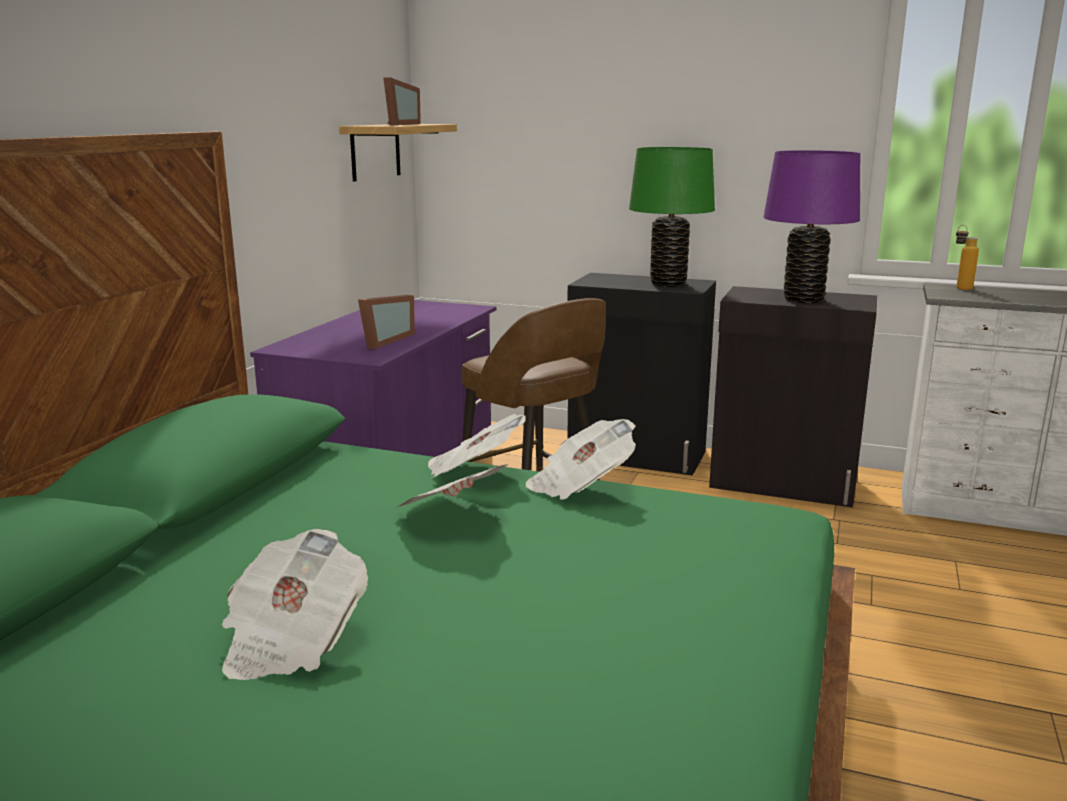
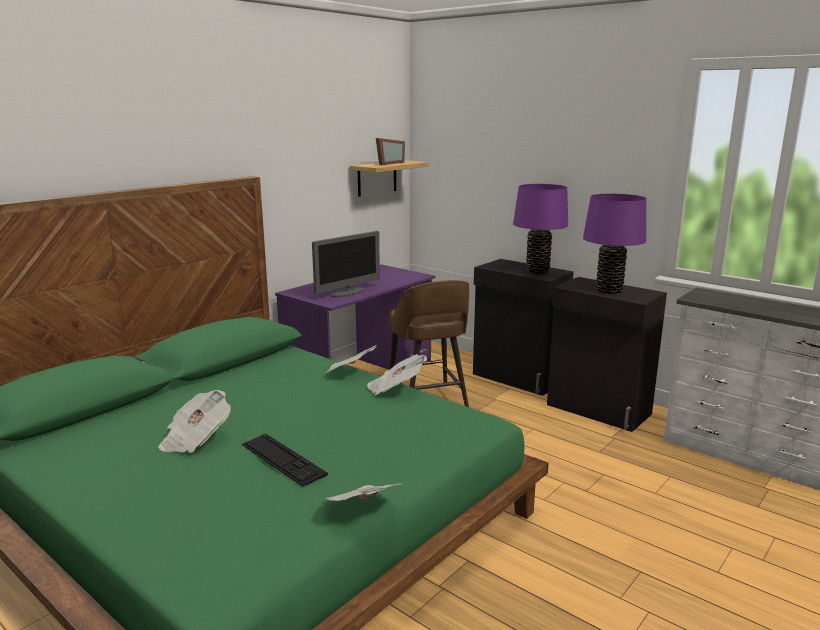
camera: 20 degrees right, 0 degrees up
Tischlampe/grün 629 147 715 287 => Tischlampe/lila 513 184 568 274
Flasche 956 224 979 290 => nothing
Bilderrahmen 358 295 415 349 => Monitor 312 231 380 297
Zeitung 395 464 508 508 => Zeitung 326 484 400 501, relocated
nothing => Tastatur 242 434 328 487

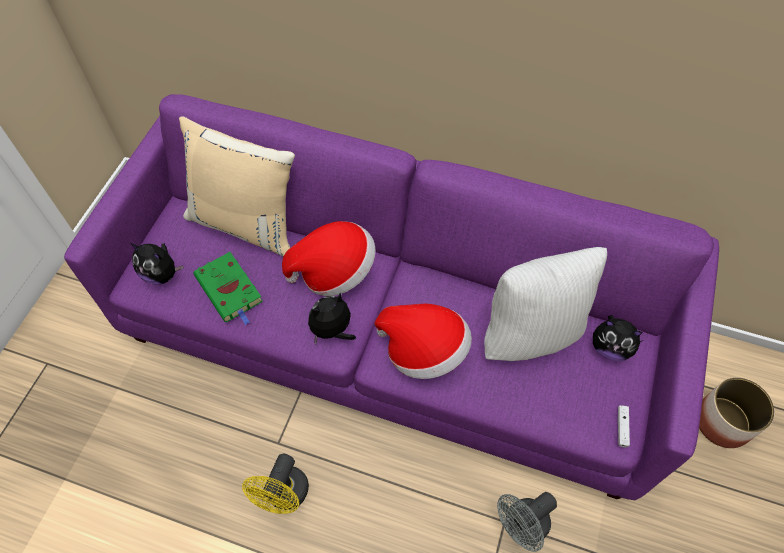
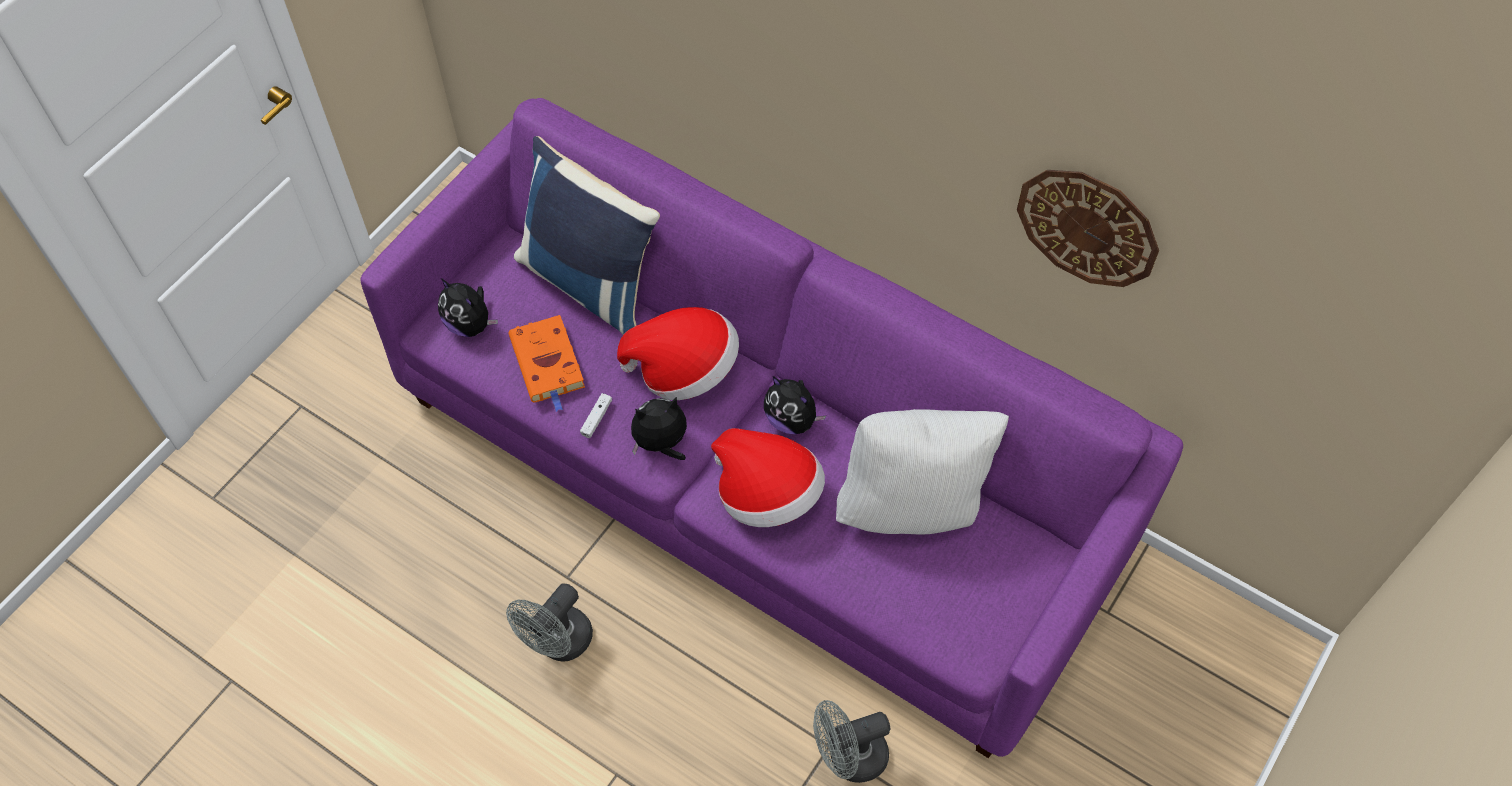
camera: 15 degrees right, 0 degrees up
Kissen/beige 179 116 295 257 => Kissen/blau 514 136 660 335
Buch/grün 193 252 263 326 => Buch/orange 509 315 585 412
Plüschtier 593 315 643 361 => Plüschtier 764 376 826 434, relocated
Pflanzkübel 699 378 774 448 => nothing
Gamepad/weiß 618 405 630 447 => Gamepad/weiß 580 393 612 438, relocated
Ventilator/gelb 242 453 309 514 => Ventilator/grau 506 583 593 661
nothing => Wanduhr 1017 170 1159 287

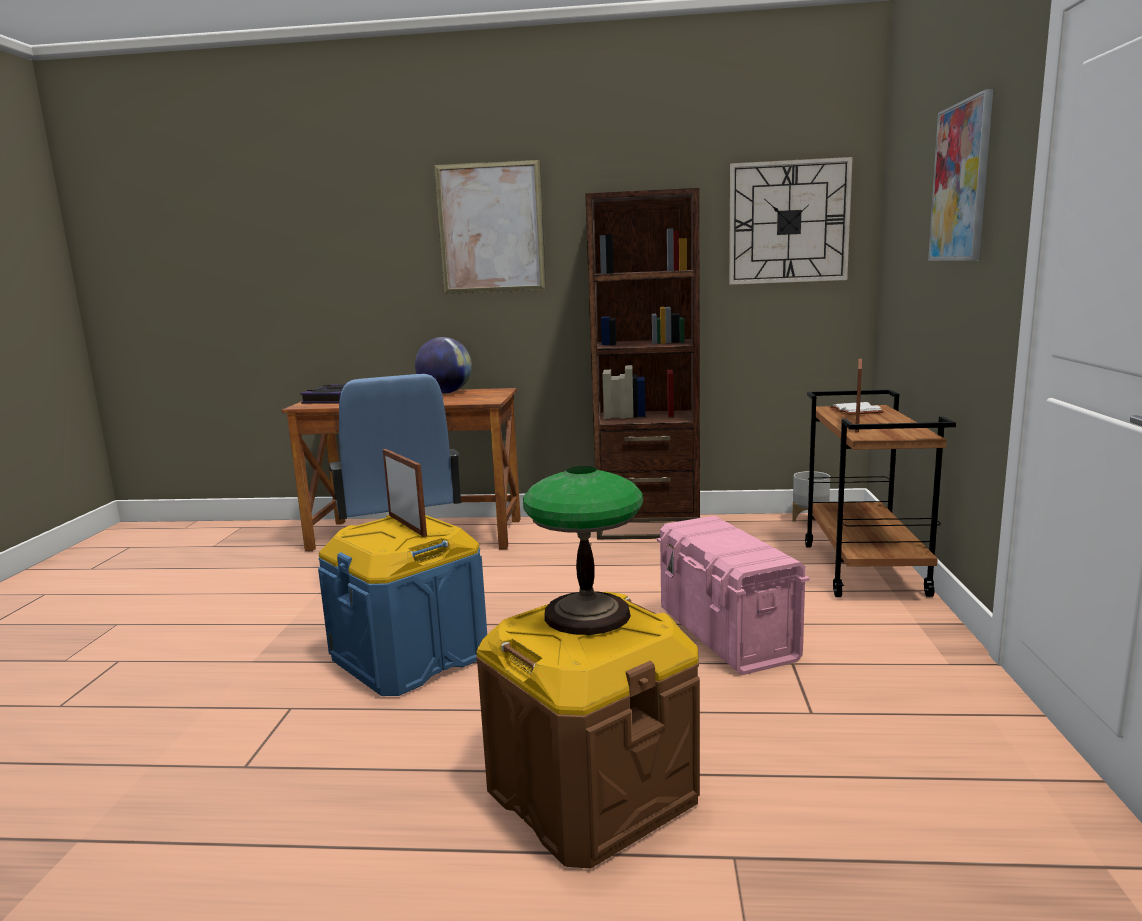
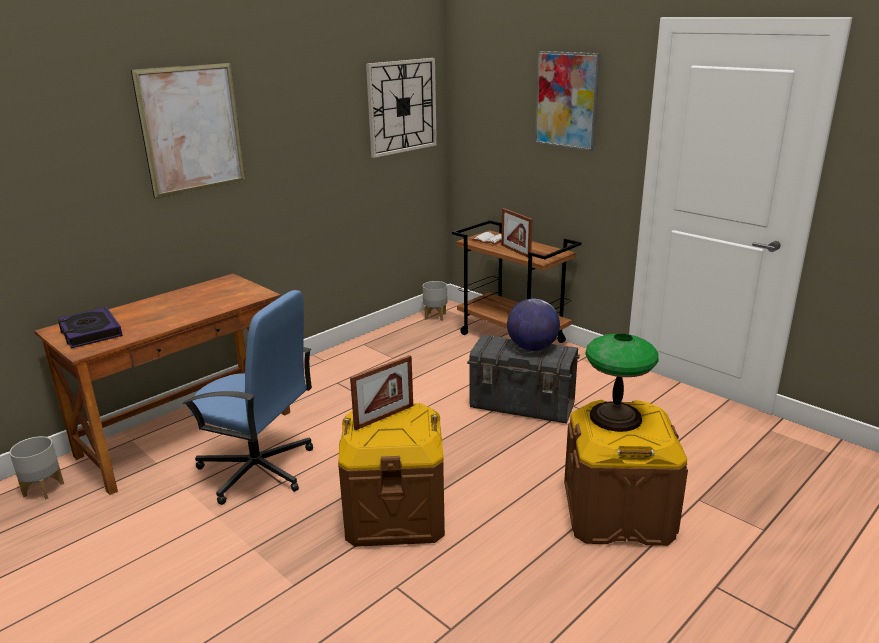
camera: 50 degrees left, 10 degrees up
Bücherregal/braun 585 188 700 539 => nothing
Globus 415 337 472 393 => Globus 507 298 560 351, relocated
Bilderrahmen 383 449 427 537 => Bilderrahmen 350 355 413 430, 135 degrees clockwise
Aufbewahrungsbox/blau 318 515 487 696 => Aufbewahrungsbox/braun 338 403 445 547
Aufbewahrungsbox/rosa 657 516 810 675 => Aufbewahrungsbox/grau 467 335 580 424
nothing => Pflanzkübel/grau 10 436 64 500

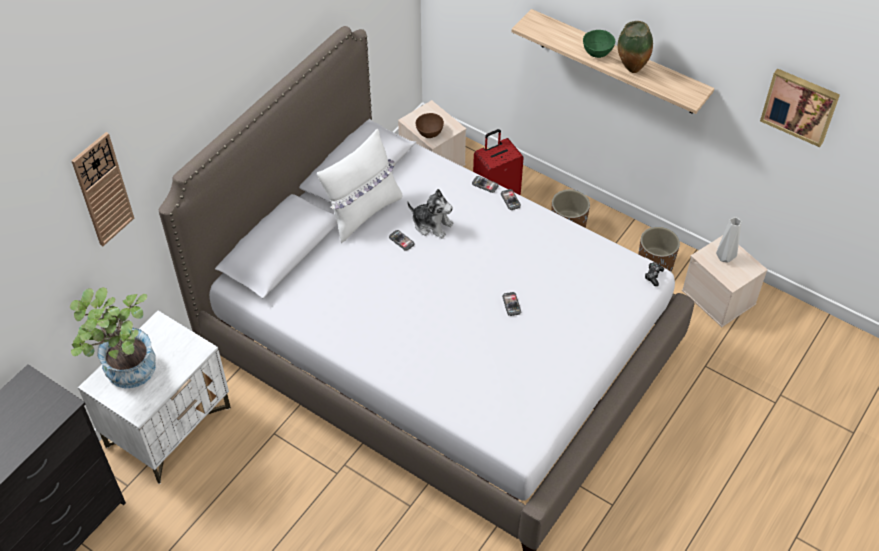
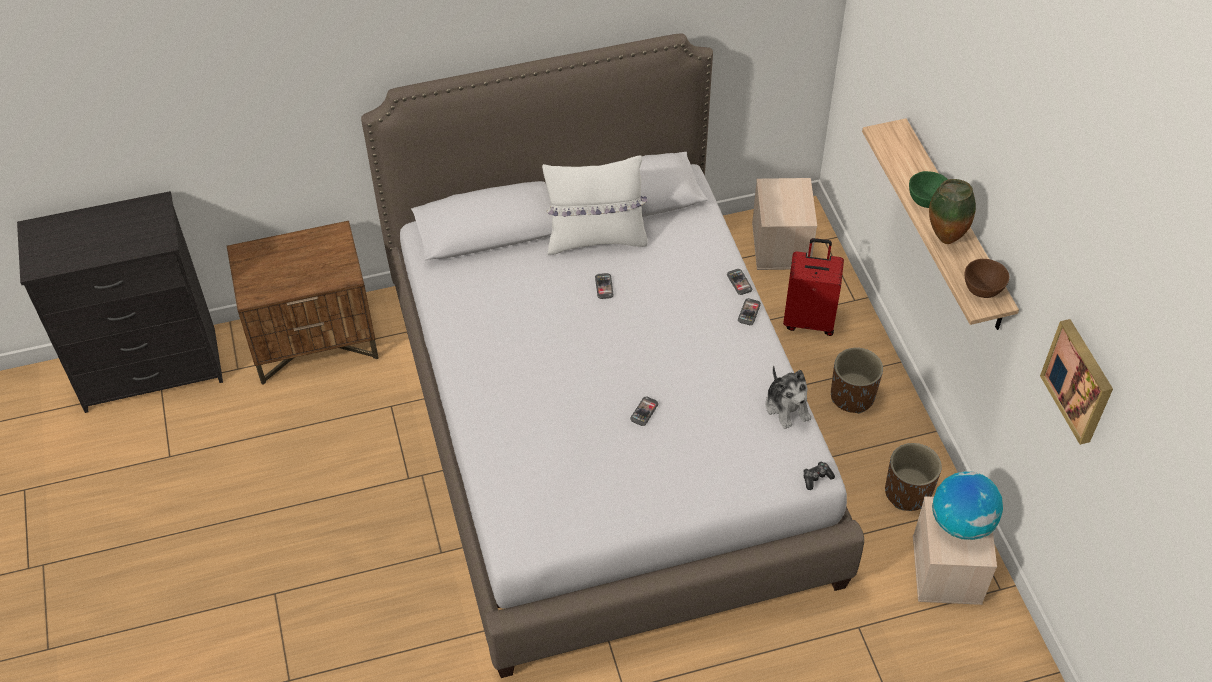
camera: 40 degrees right, 0 degrees up
Schüssel/braun 416 113 444 138 => Schüssel/braun 964 259 1009 298, relocated
Wanduhr 72 132 134 246 => nothing
Plüschtier 407 189 453 239 => Plüschtier 765 365 811 429, relocated
Vase/grau 716 217 742 262 => Globus 932 471 1003 540
Topfpflanze 70 287 156 388 => nothing
Nachttisch/weiß 78 311 231 484 => Nachttisch/braun 227 221 379 385

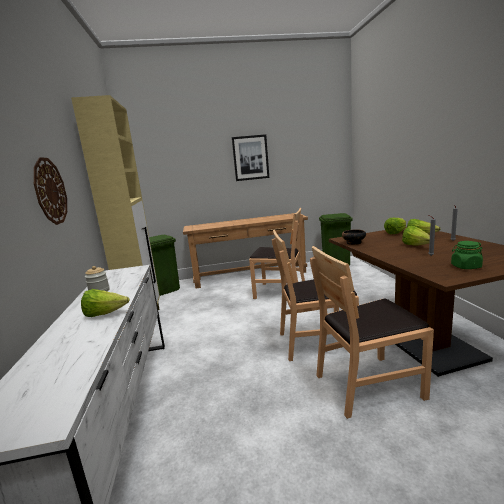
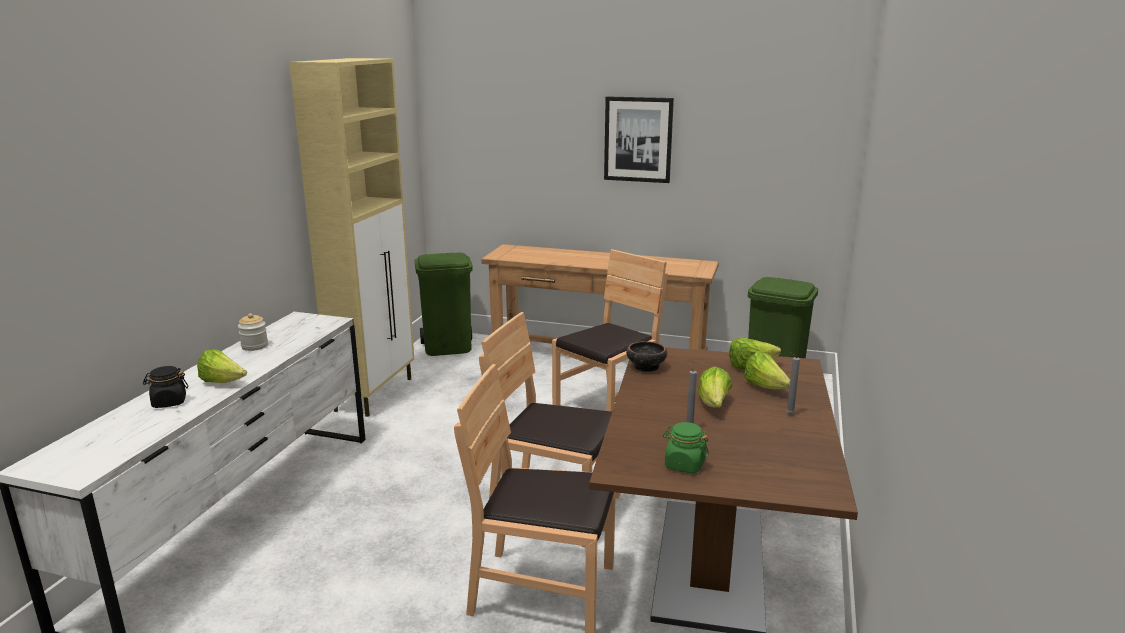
camera: 25 degrees right, 5 degrees up
Wanduhr 34 157 67 225 => nothing
Stuhl/braun 249 208 305 299 => Stuhl/braun 552 249 667 412, 90 degrees counterclockwise
nothing => Vorratsglas/schwarz 143 366 188 408

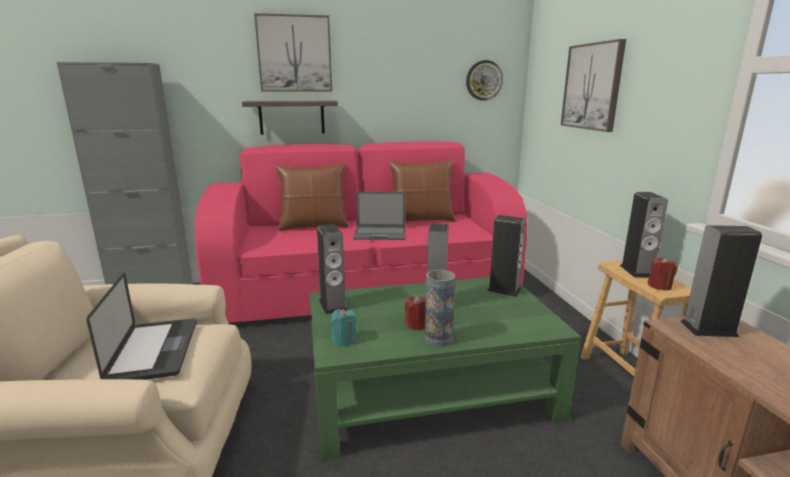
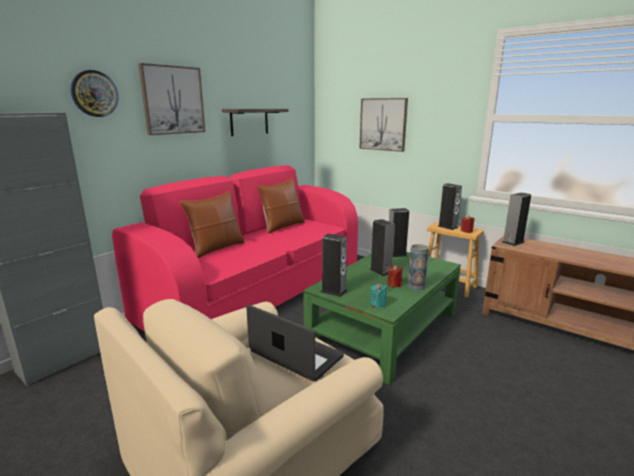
camera: 40 degrees left, 0 degrees up
Wanduhr 466 60 503 101 => Wanduhr 70 70 118 117, relocated
Wandregal 242 101 338 135 => Wandregal 222 109 288 136, relocated
Laptop 353 192 406 240 => nothing

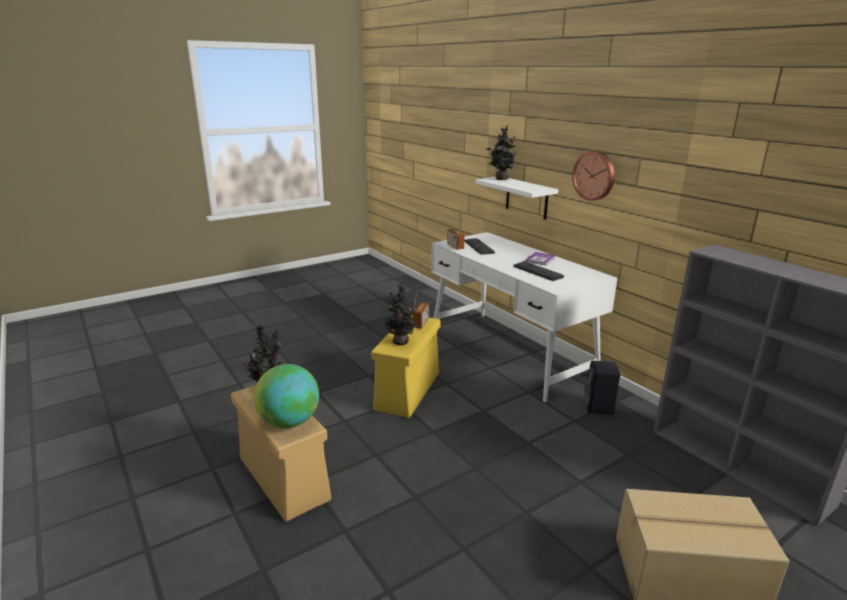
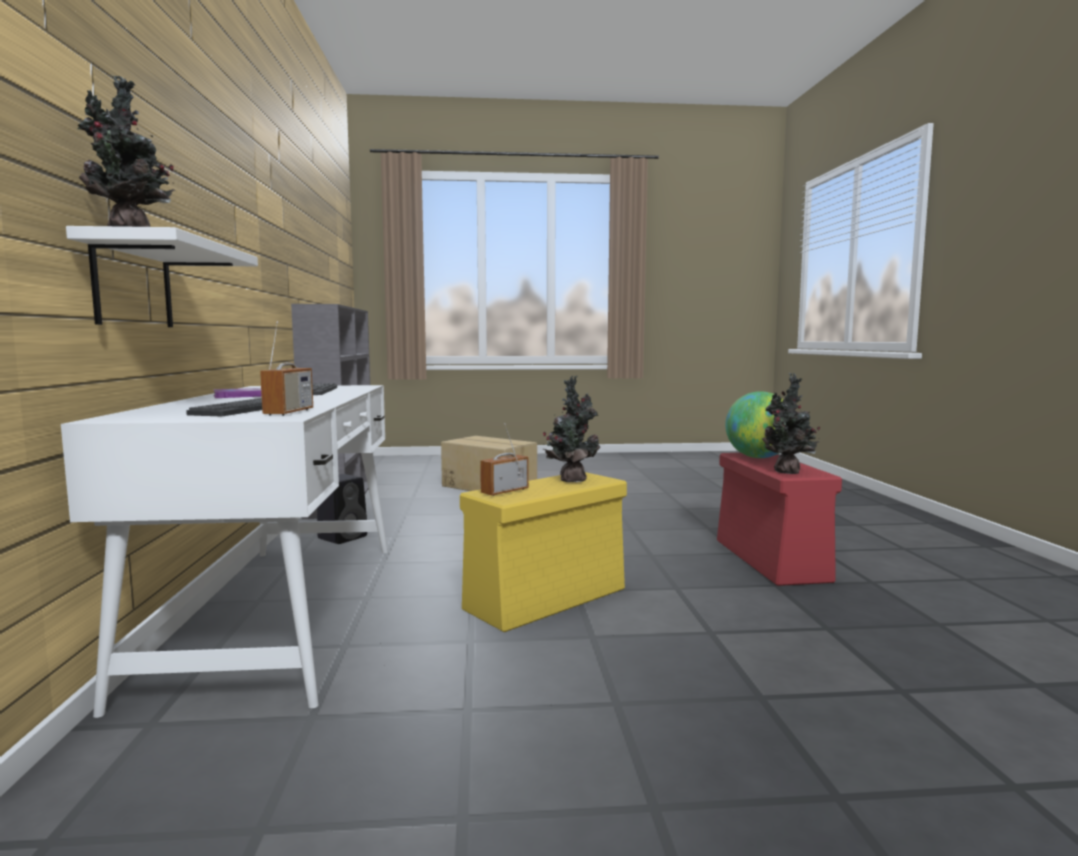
camera: 150 degrees left, 15 degrees down
Wanduhr 572 151 615 201 => nothing
Aufbewahrungsbox/beige 231 385 331 522 => Aufbewahrungsbox/rot 717 453 842 586

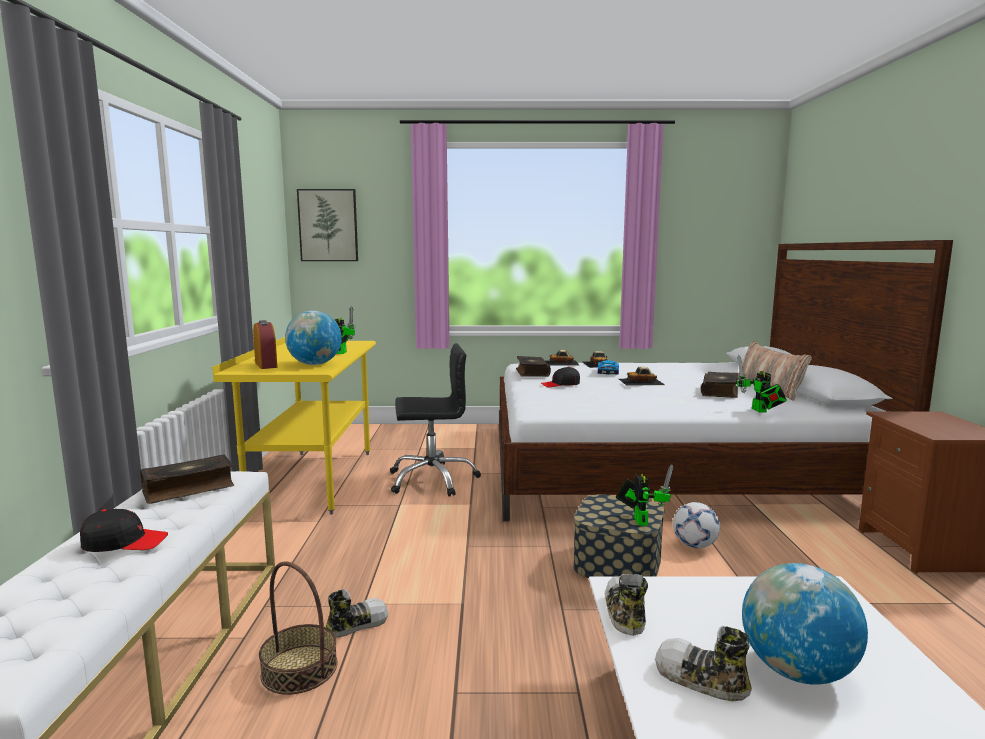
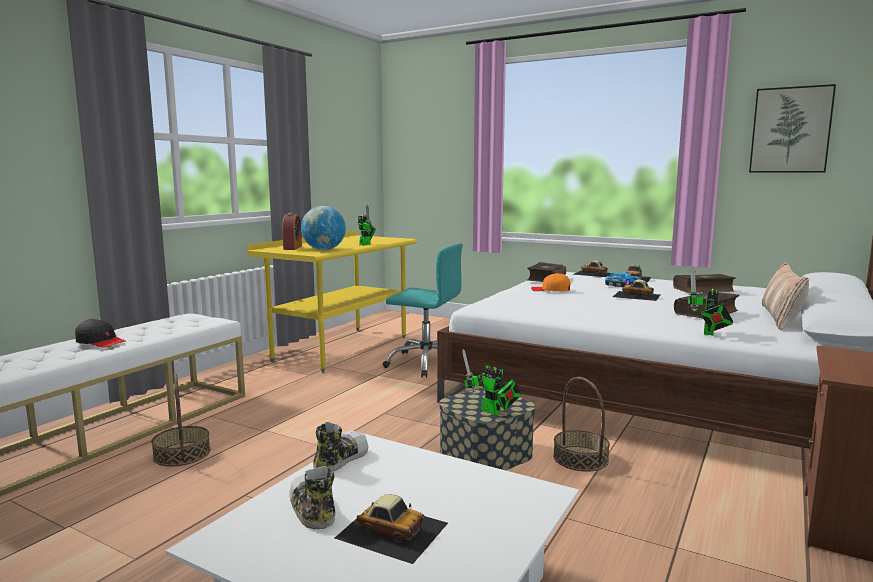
camera: 30 degrees right, 0 degrees up
Bild 297 189 358 261 => Bild 749 84 836 173, relocated
Bürostuhl/schwarz 390 343 481 497 => Bürostuhl/türkis 383 243 463 377
Kappe/schwarz 541 367 580 387 => Kappe/orange 531 273 571 292
Buch 140 454 234 504 => Buch 673 274 735 293, relocated
Spielzeugroboter 616 464 674 526 => Spielzeugroboter 462 349 521 415, 105 degrees clockwise
Fußball 673 502 720 548 => Korb 553 377 610 472
Globus 742 563 868 685 => Spielzeugauto 334 494 448 564
Schuh 326 589 388 637 => nothing

